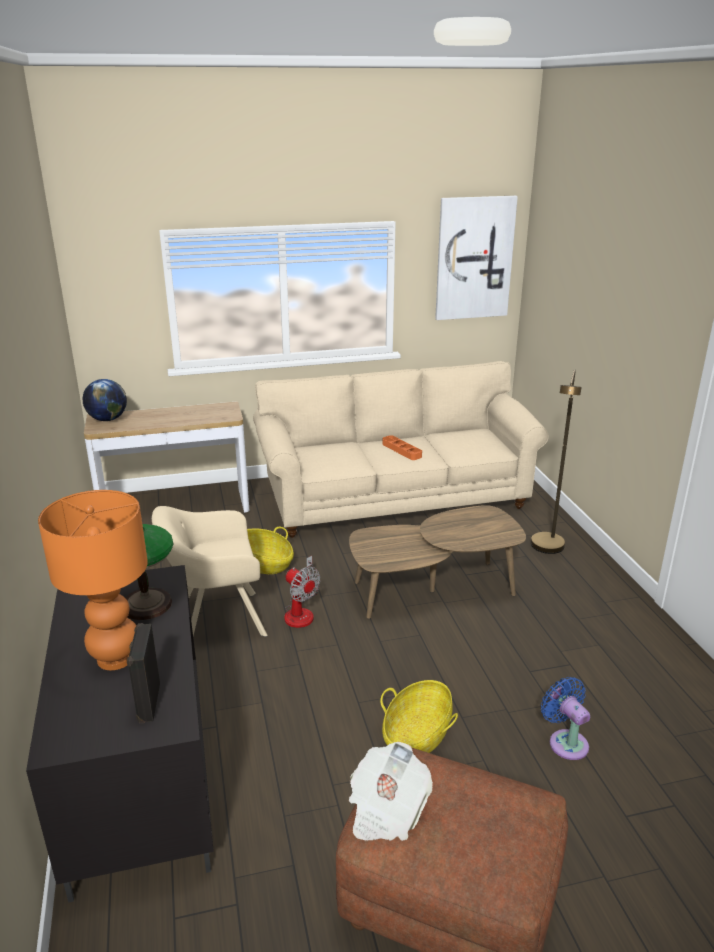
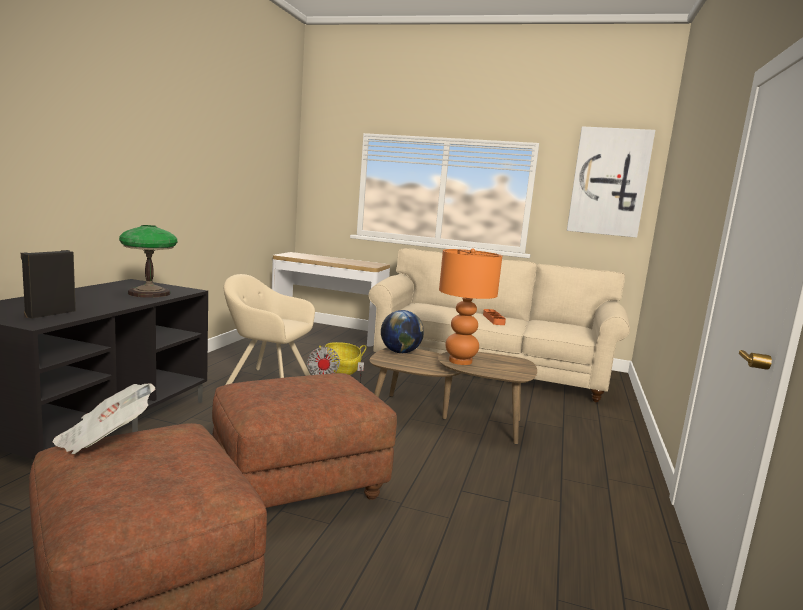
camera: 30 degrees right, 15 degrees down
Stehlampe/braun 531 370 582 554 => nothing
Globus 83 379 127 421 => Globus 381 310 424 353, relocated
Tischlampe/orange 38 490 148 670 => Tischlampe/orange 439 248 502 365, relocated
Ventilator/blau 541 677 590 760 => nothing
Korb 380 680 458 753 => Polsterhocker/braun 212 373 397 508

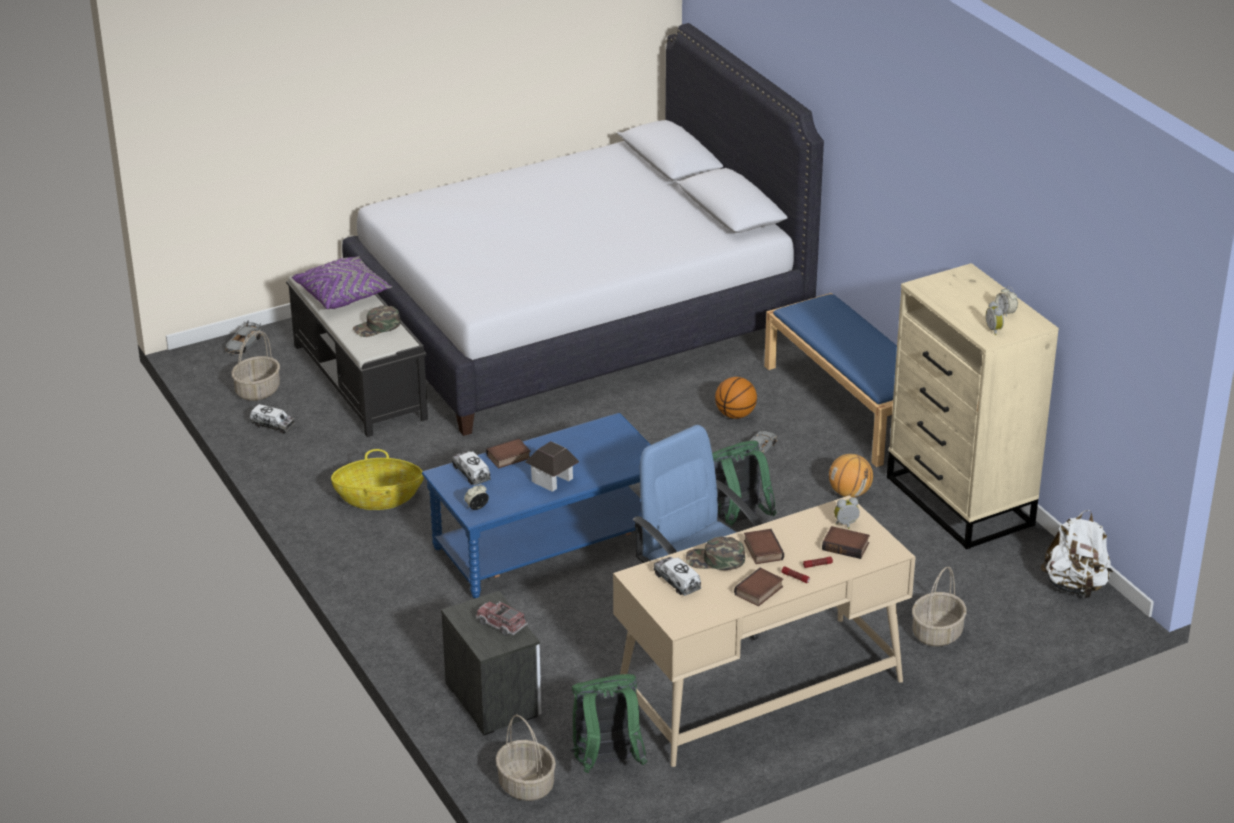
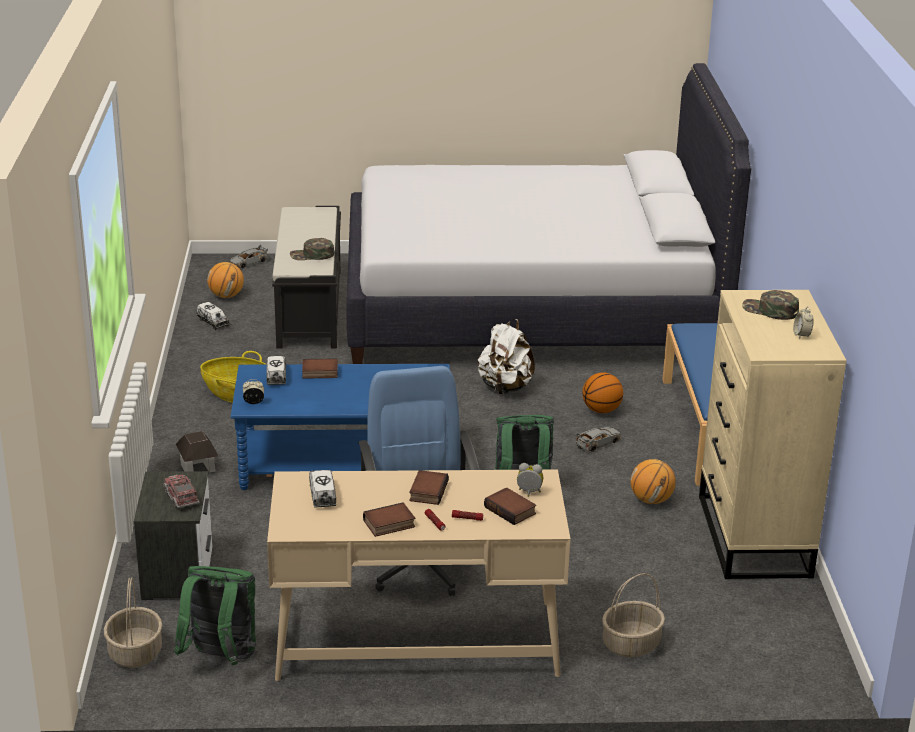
camera: 25 degrees right, 5 degrees down
Kissen/lila 292 256 392 309 => nothing
Wecker 986 301 1004 335 => nothing
Korb 231 331 280 401 => Basketball 207 262 244 298
Spielzeughaus 526 441 579 492 => Spielzeughaus 176 431 219 472, relocated
Rucksack/weiß 1041 510 1113 598 => Rucksack/weiß 478 319 535 394, relocated
Kappe/grün 686 536 745 570 => Kappe/grün 743 290 799 320, relocated

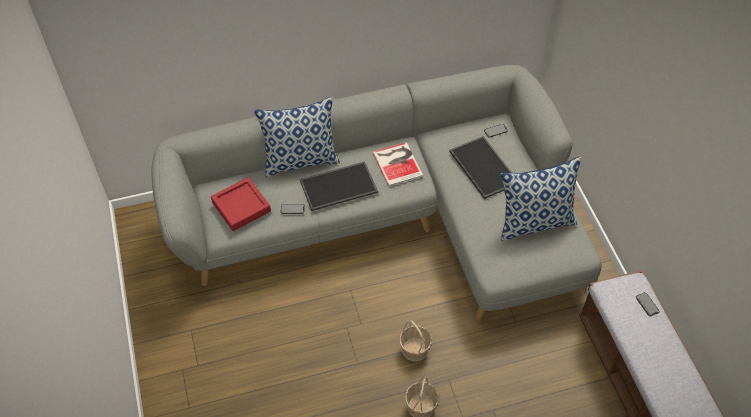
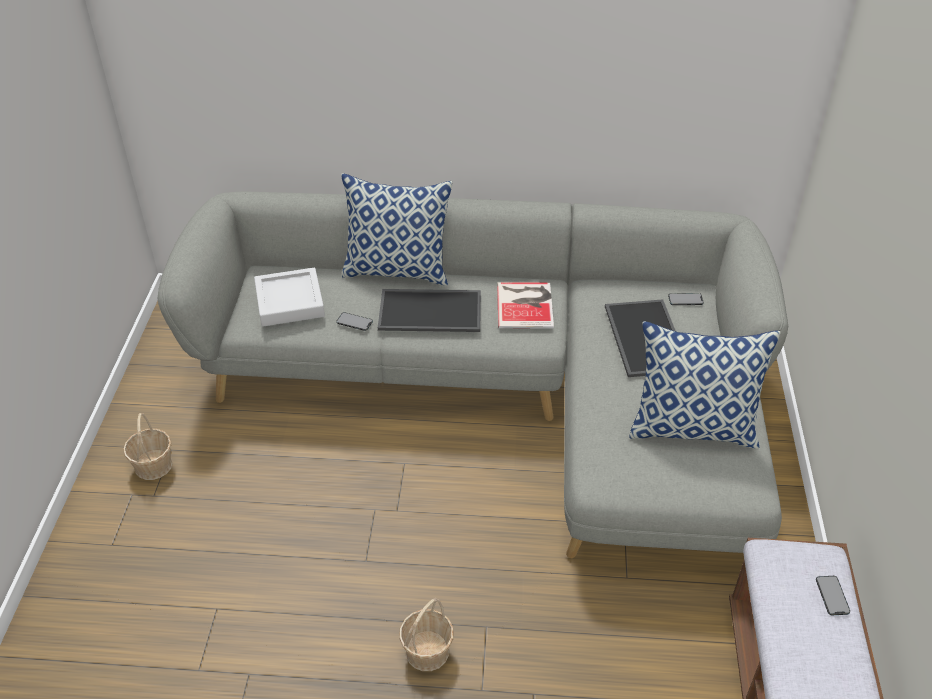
camera: 20 degrees right, 10 degrees down
Tablett/rot 211 177 271 231 => Tablett/grau 254 268 325 327
Korb 399 320 432 362 => Korb 123 413 173 480, relocated

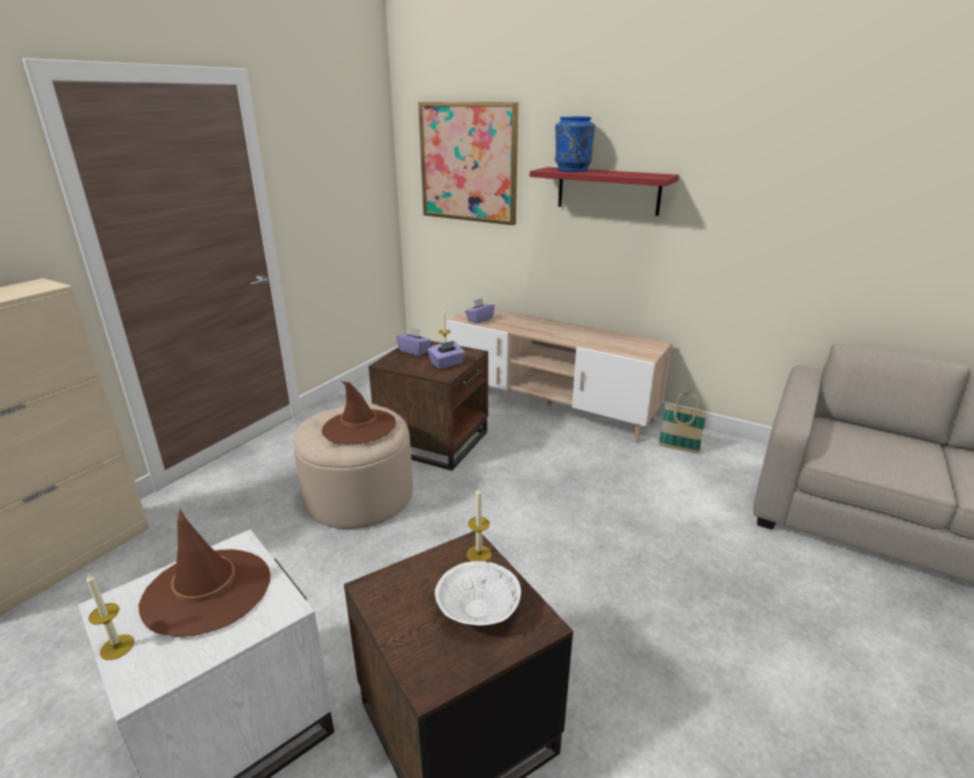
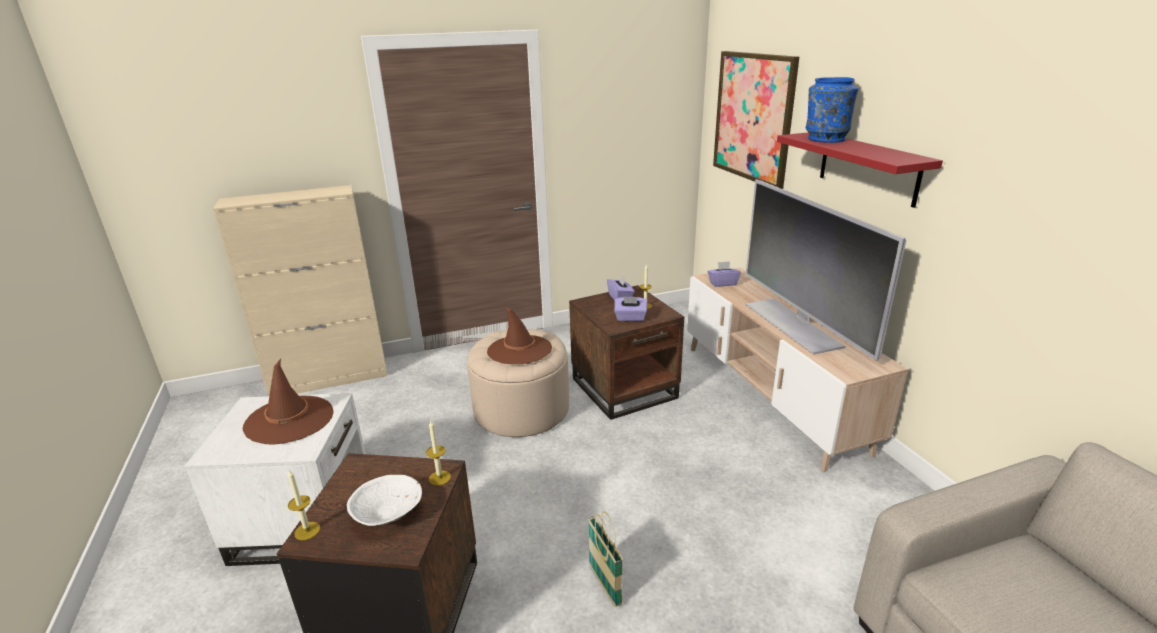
camera: 40 degrees right, 0 degrees up
Korb 658 391 708 453 => Korb 588 511 623 607, relocated
Kerze 86 573 135 660 => Kerze 288 470 320 540, relocated
nothing => Fernseher 746 179 906 361

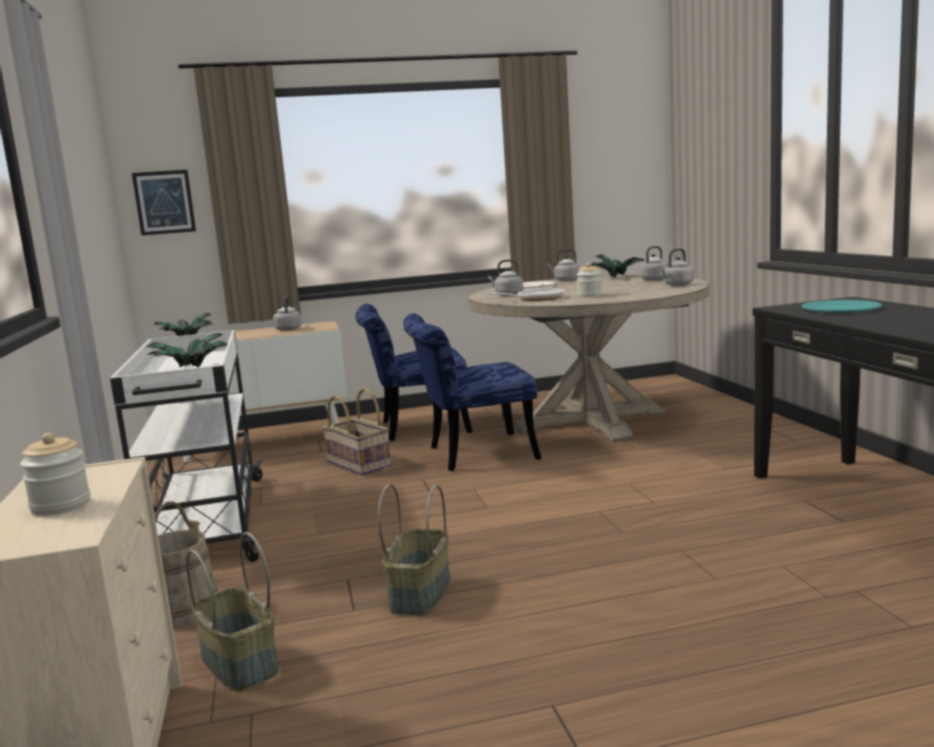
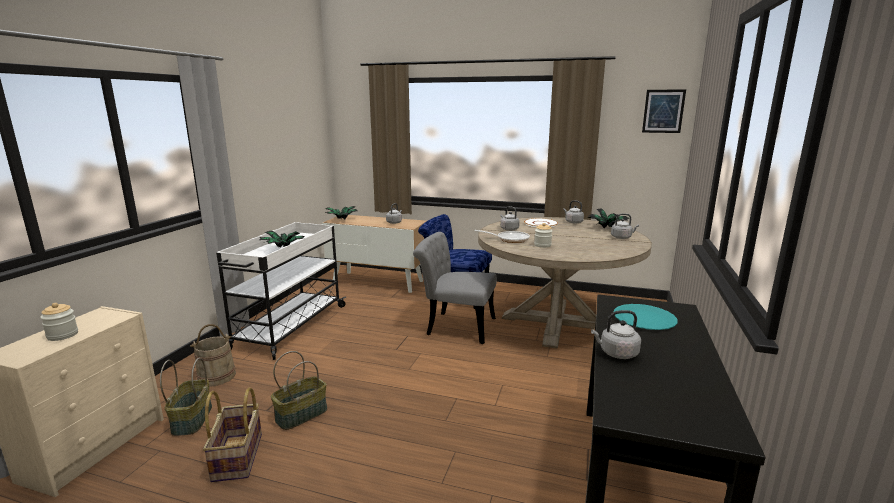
camera: 30 degrees right, 5 degrees up
Bild 132 170 196 235 => Bild 642 89 686 133, relocated
Wasserkessel/grau 659 248 694 286 => Wasserkessel/grau 591 310 641 359, relocated
Stuhl/blau 403 314 541 471 => Stuhl/grau 413 232 496 344
Korb 323 387 391 475 => Korb 203 387 262 482, relocated

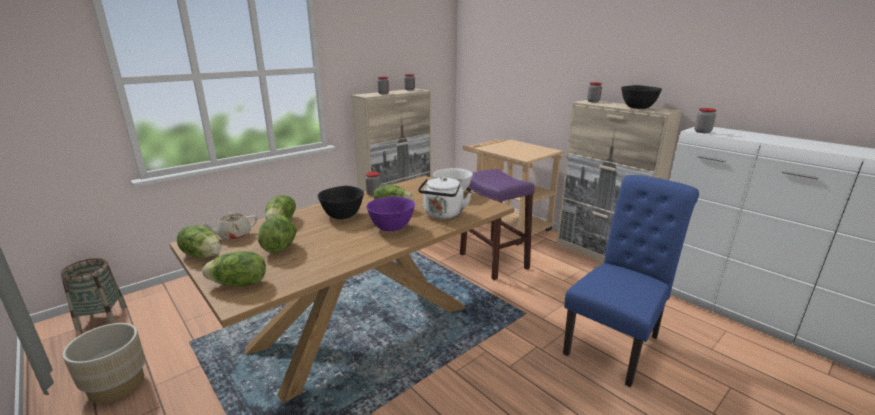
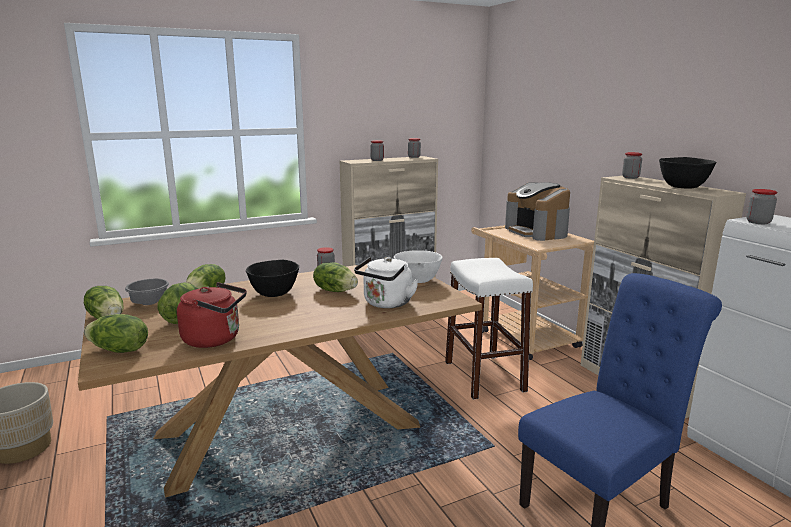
camera: 15 degrees right, 5 degrees down
Hocker/lila 460 169 535 280 => Hocker/weiß 445 258 533 399
Schüssel/lila 366 197 415 231 => nothing
Teekanne/beige 203 212 258 240 => Schüssel/grau 125 279 169 305
Korb 61 258 127 331 => nothing
nothing => Kaffeemaschine 505 182 570 241
nothing => Wasserkessel/rot 177 282 247 348

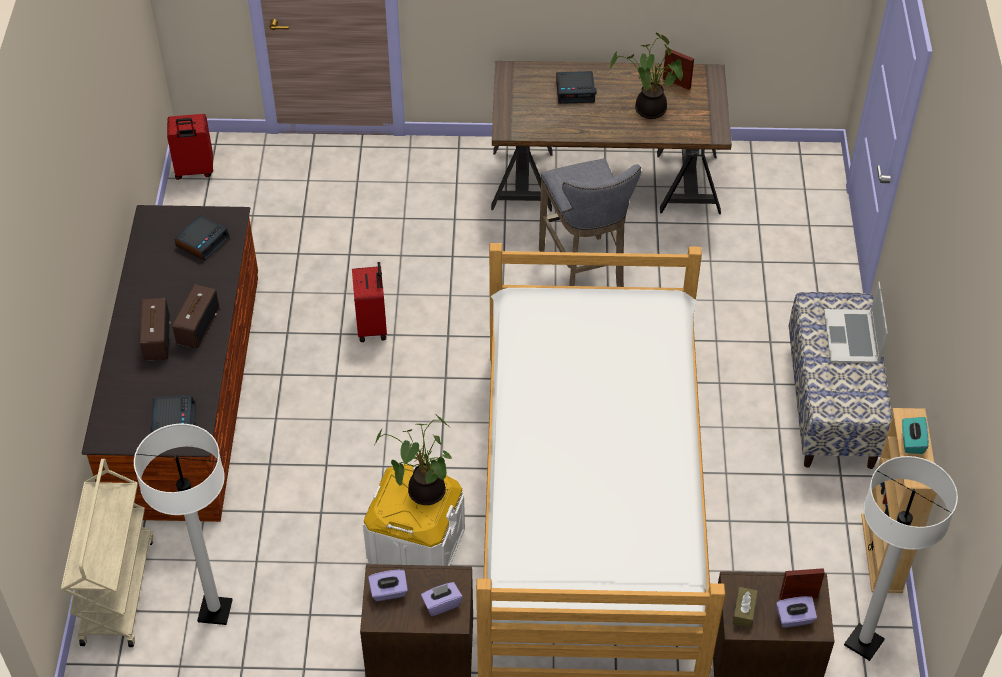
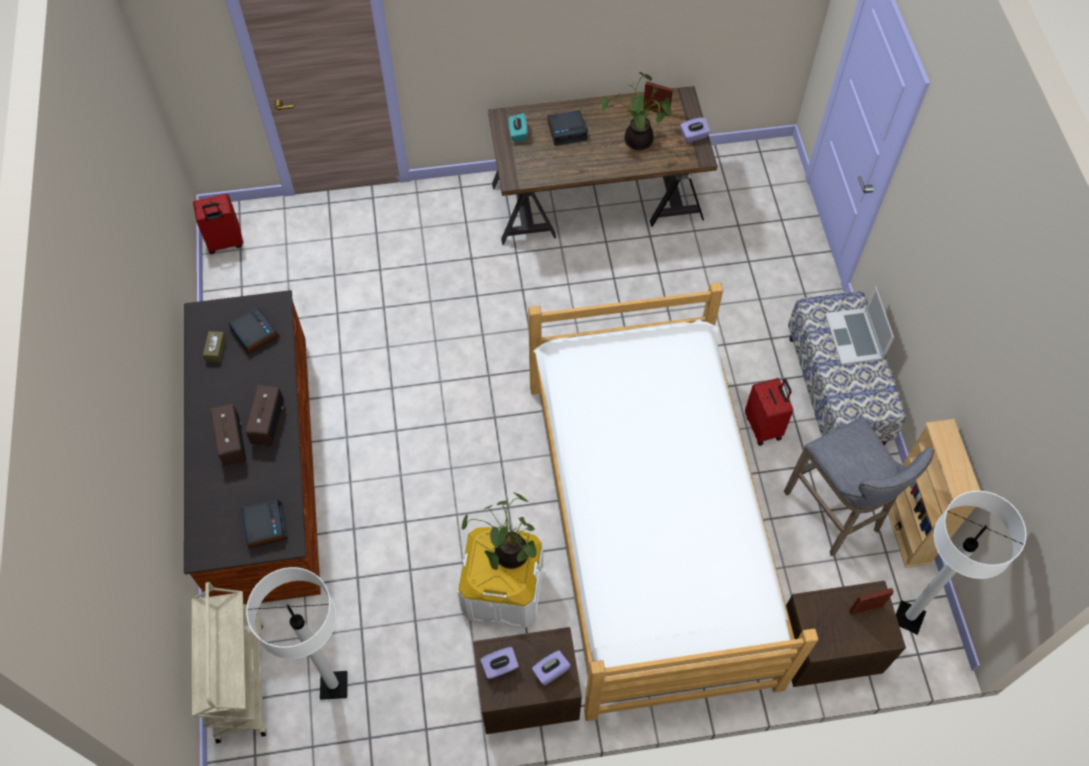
camera: 10 degrees left, 10 degrees up
Hocker/grau 539 158 641 287 => Hocker/grau 784 417 934 556, relocated
Wecker 174 215 230 261 => Wecker 229 307 279 354, 60 degrees counterclockwise
Koffer/rot 352 262 387 342 => Koffer/rot 745 378 793 446, relocated
Taschentuchbox/türkis 902 417 929 454 => Taschentuchbox/türkis 509 113 528 142, relocated
Taschentuchbox/braun 732 587 758 628 => Taschentuchbox/braun 203 331 226 362, relocated
Taschentuchbox/lila 776 596 817 628 => Taschentuchbox/lila 680 117 710 143, relocated

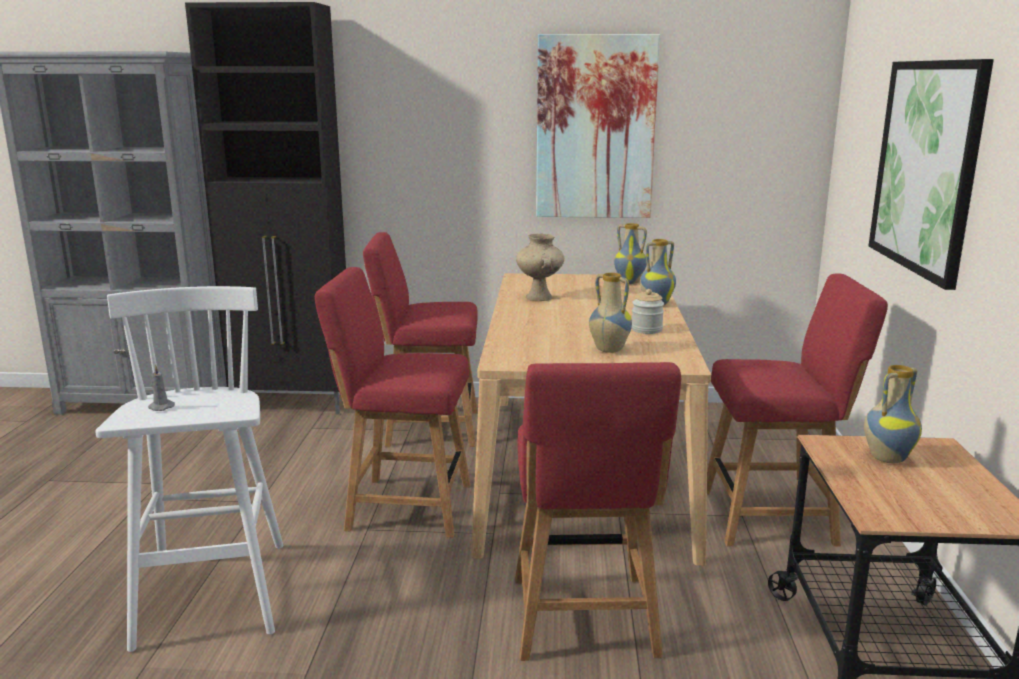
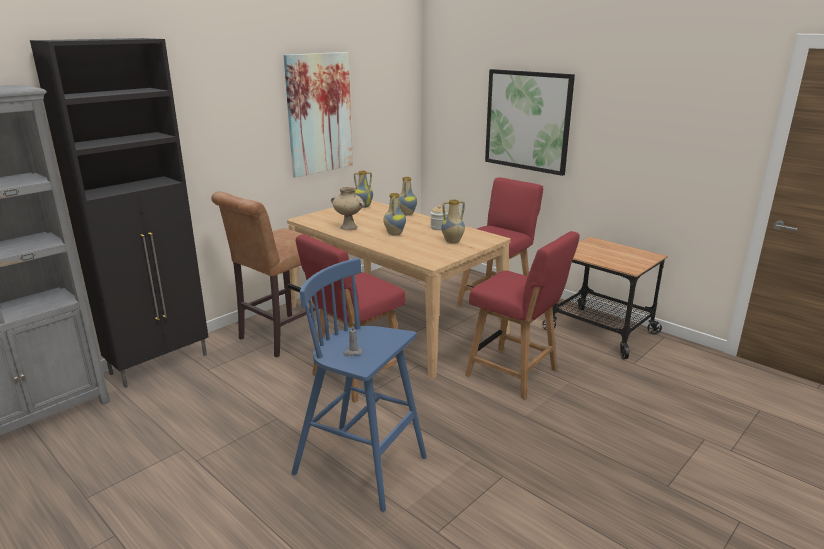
camera: 50 degrees left, 5 degrees up
Stuhl/rot 363 232 478 447 => Hocker/braun 211 191 329 358
Hocker/weiß 95 286 283 652 => Hocker/blau 291 258 427 512
Vase 864 365 922 463 => Vase 383 193 406 235, relocated

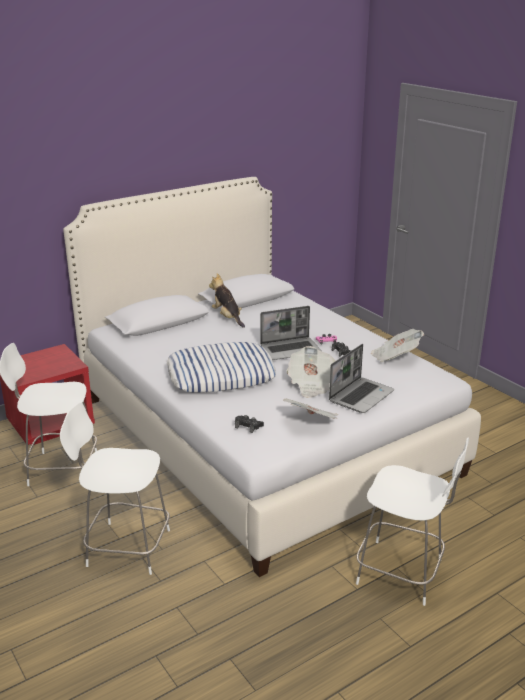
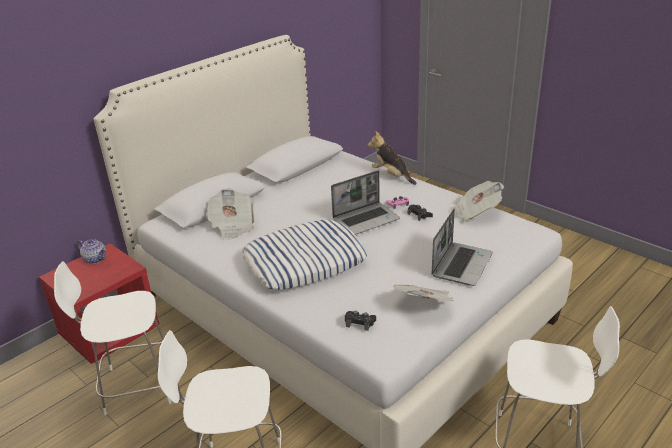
camera: 10 degrees left, 5 degrees up
Plüschtier 209 273 245 328 => Plüschtier 368 131 417 185, relocated
Zeitung 287 346 335 398 => Zeitung 206 188 255 240, relocated
nothing => Teekanne 77 239 106 264

